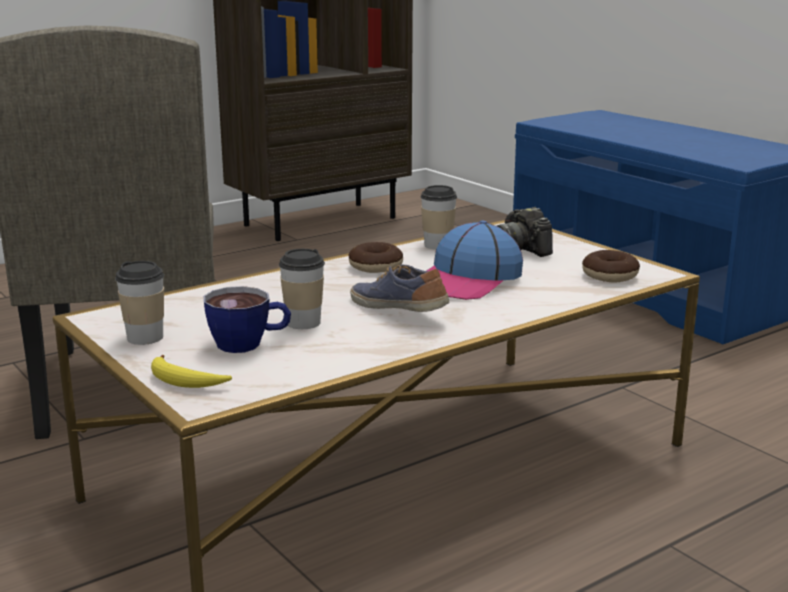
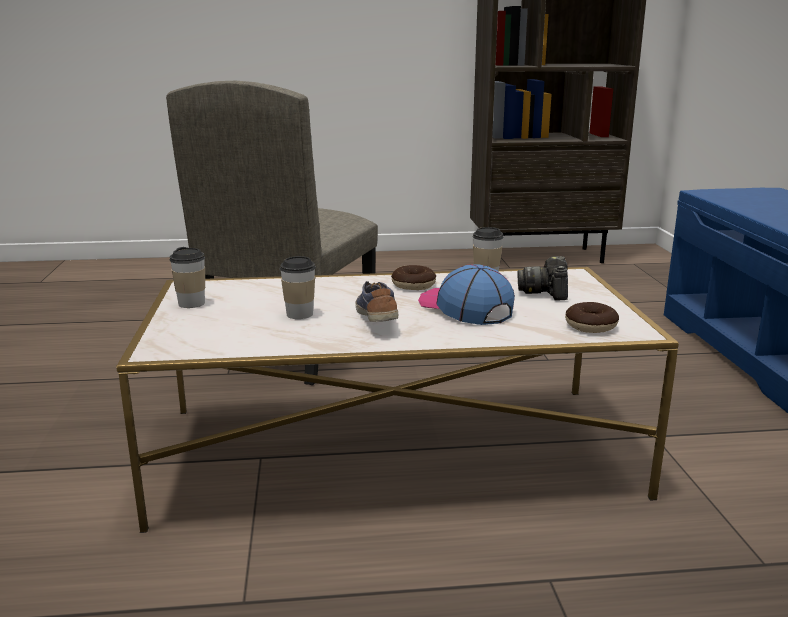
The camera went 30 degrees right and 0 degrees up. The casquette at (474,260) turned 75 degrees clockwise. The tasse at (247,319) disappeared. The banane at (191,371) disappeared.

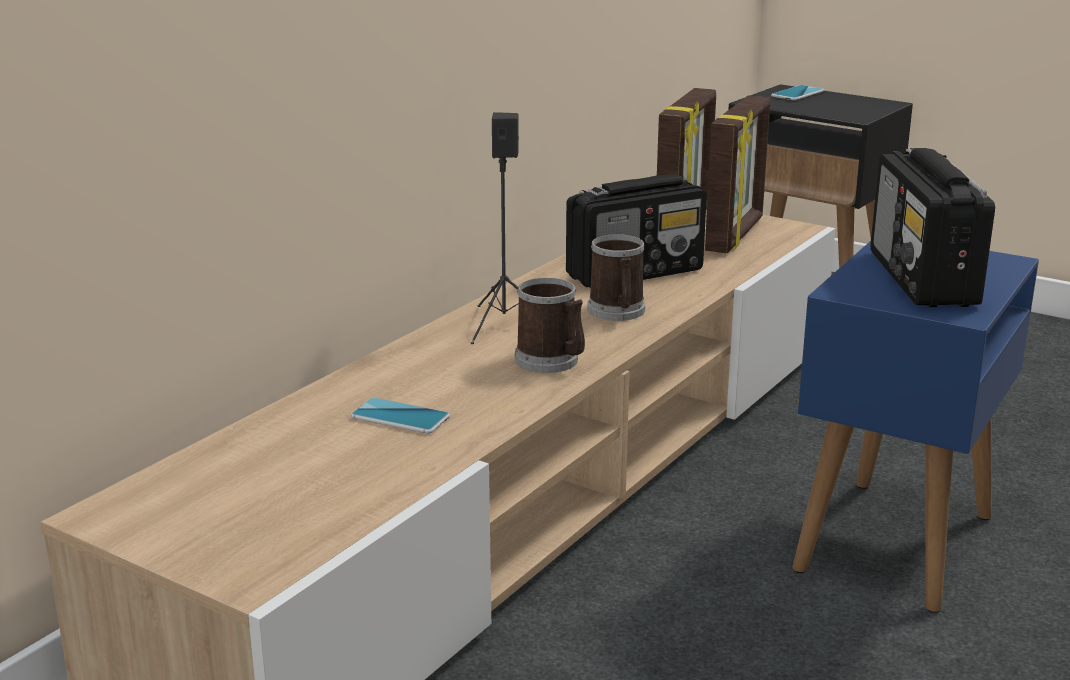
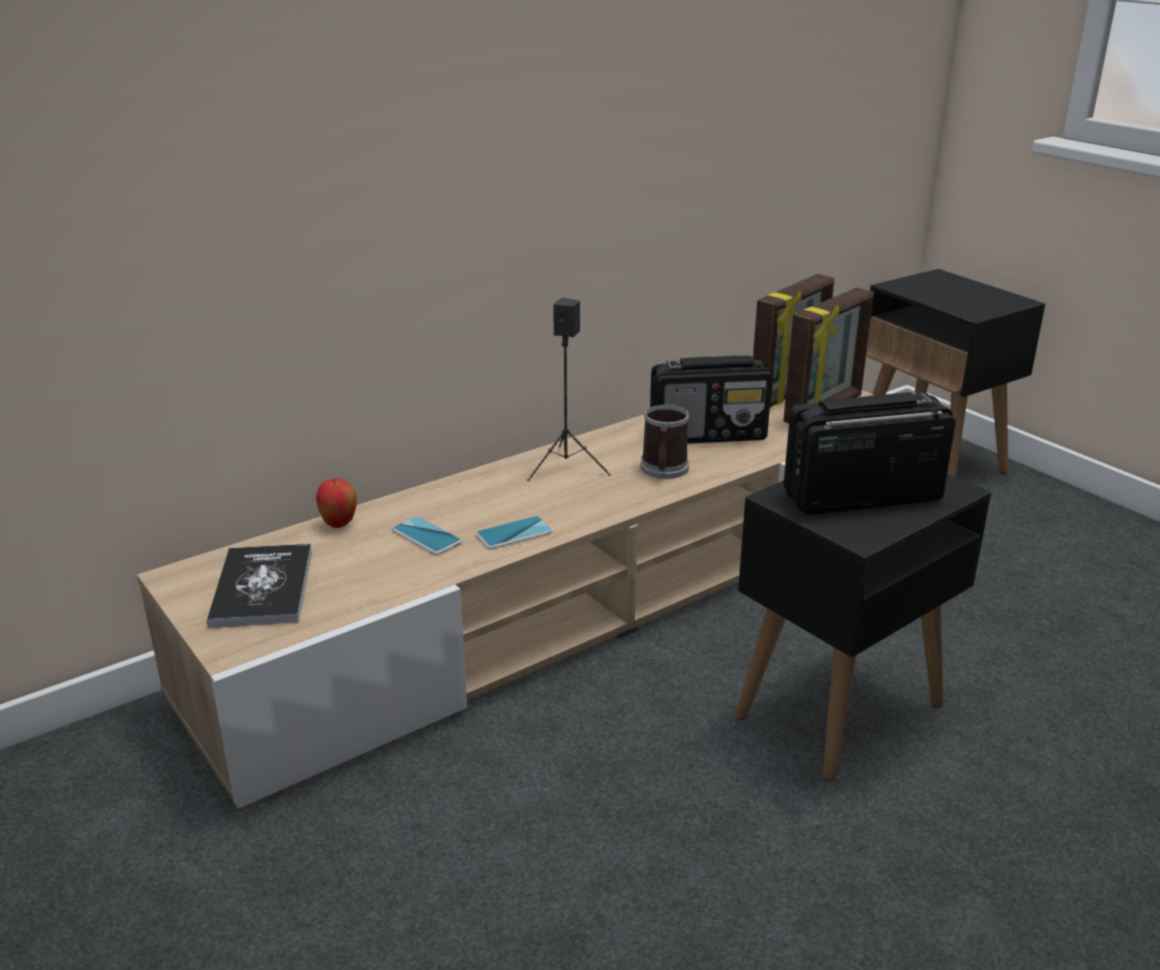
The camera went 20 degrees right and 5 degrees up. The téléphone moved from (797,92) to (514,532). The radio at (933,227) turned 60 degrees clockwise. The table d'appoint [bleu] at (915,427) became the table d'appoint [noir] at (863,627). The mug at (550,325) disappeared. The pomme at (336,503) appeared. The livre at (259,586) appeared.

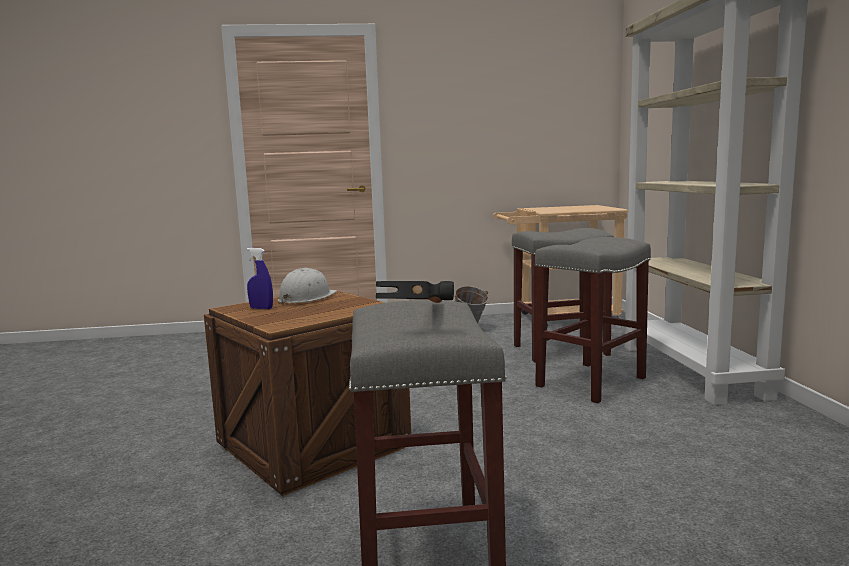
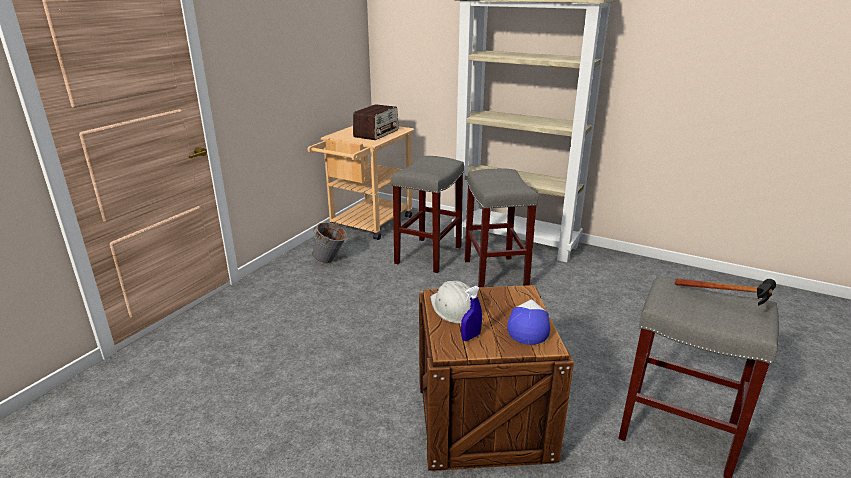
The camera went 55 degrees left and 15 degrees up. The radio at (376,122) appeared. The casquette at (528,322) appeared.

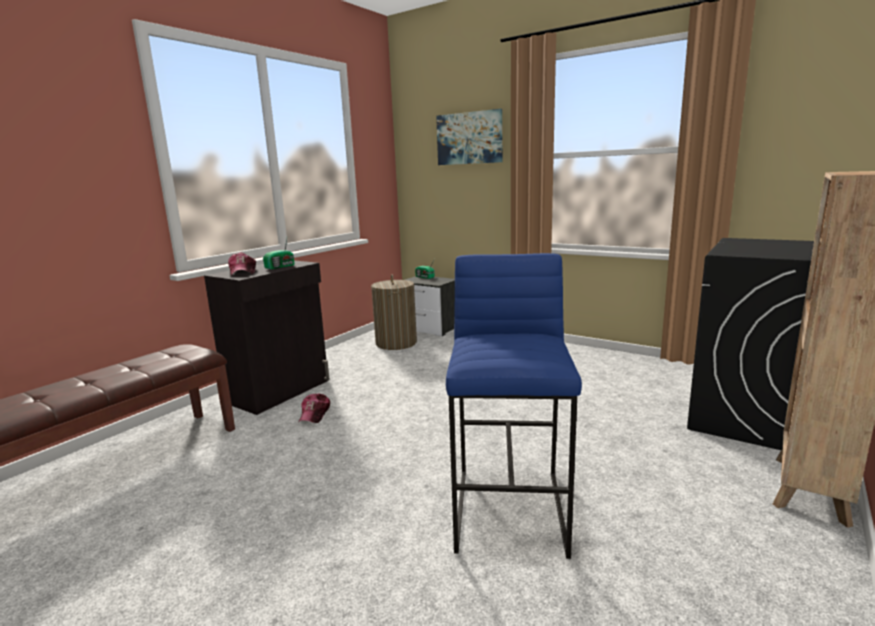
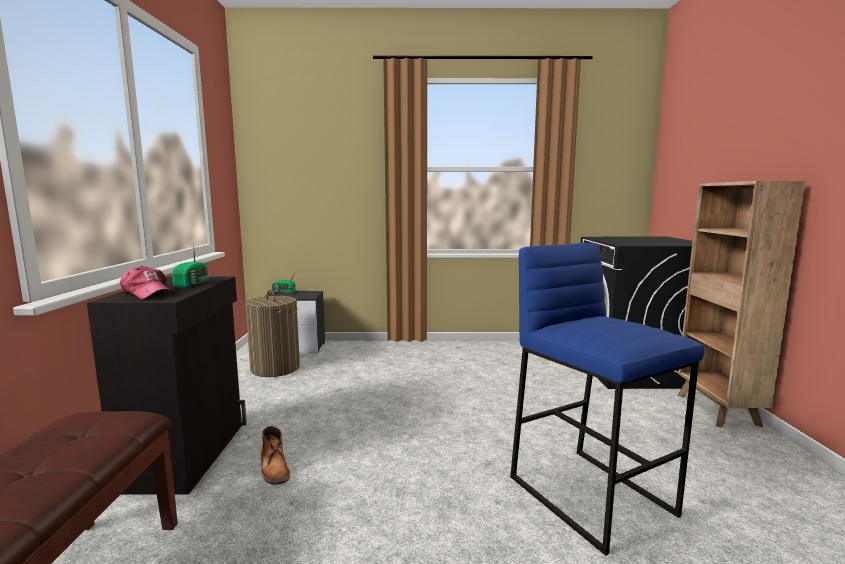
The camera went 35 degrees left and 5 degrees down. The tableau at (469,137) disappeared. The casquette at (314,408) was replaced by the botte [marron] at (275,455).

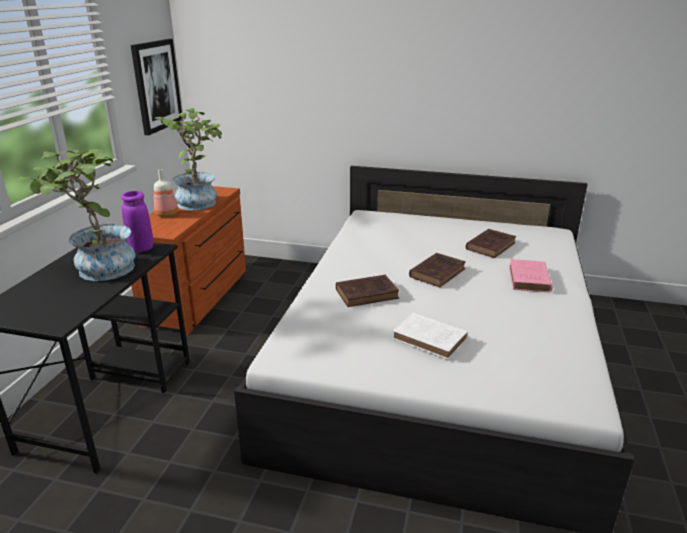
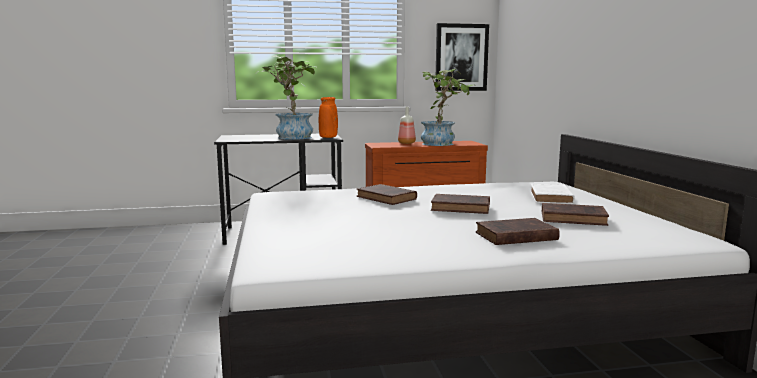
The camera went 65 degrees right and 15 degrees down. The vase [violet] at (137,221) became the vase [orange] at (328,117). The livre [rose] at (530,276) became the livre [marron] at (518,231). The livre [blanc] moved from (430,336) to (552,194).

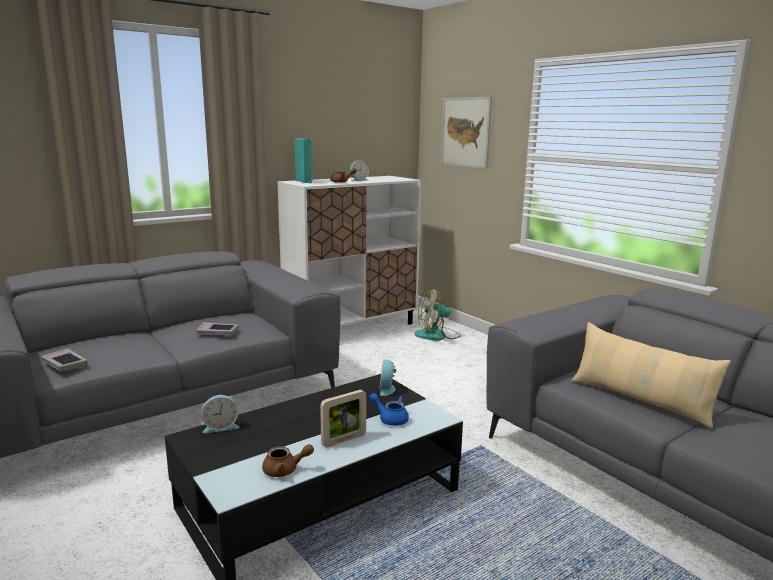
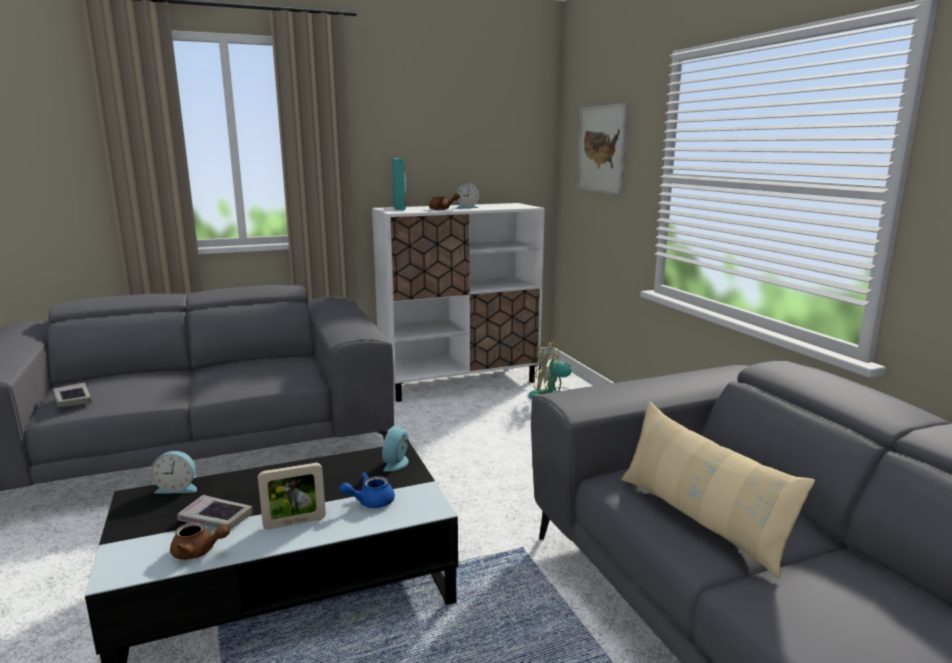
The camera went 15 degrees right and 0 degrees up. The livre moved from (217,328) to (215,512). The théière [bleu] at (389,409) turned 75 degrees counterclockwise.

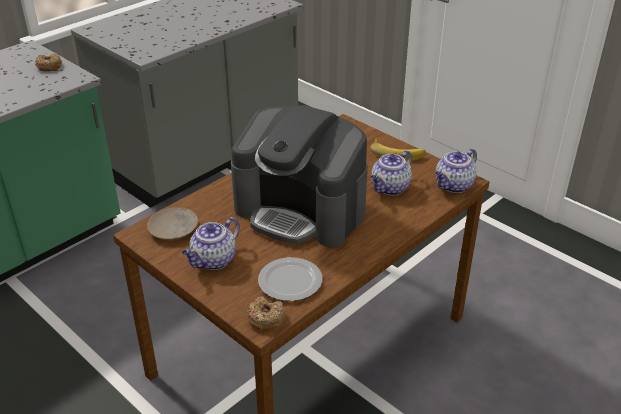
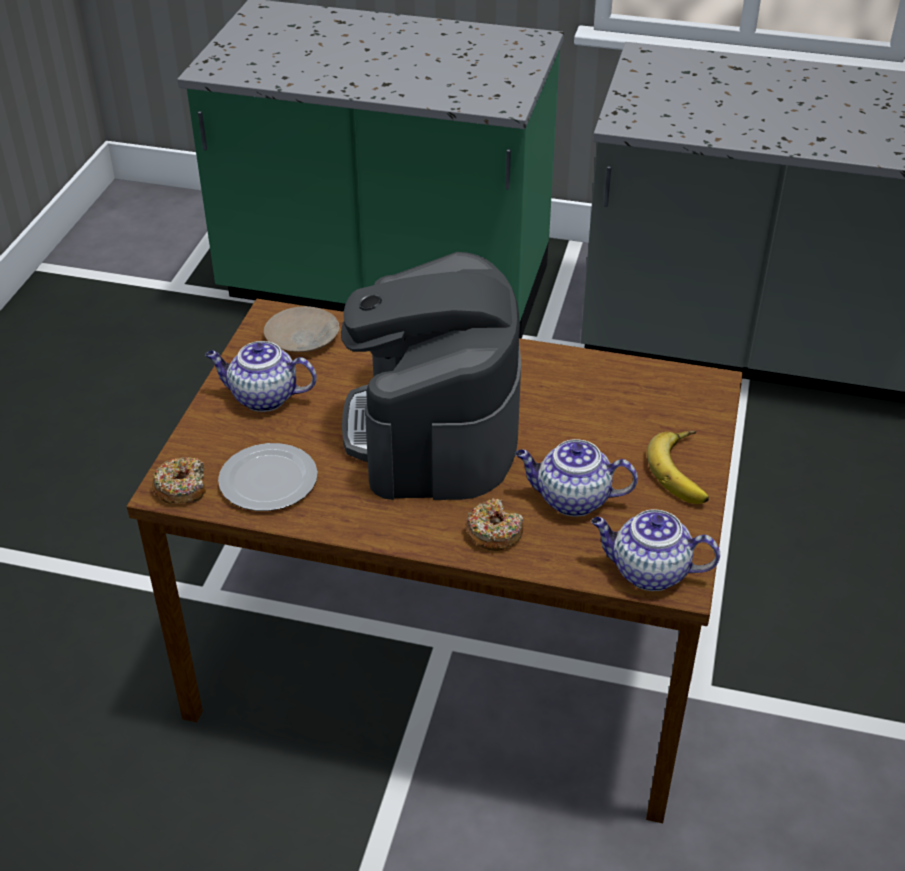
The camera went 60 degrees right and 5 degrees up. The beignet moved from (48,62) to (494,525).

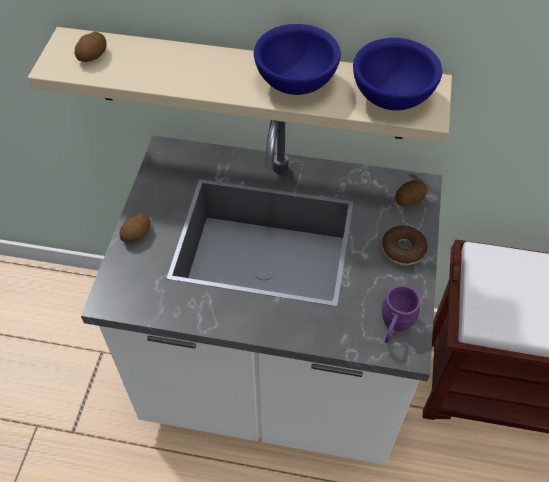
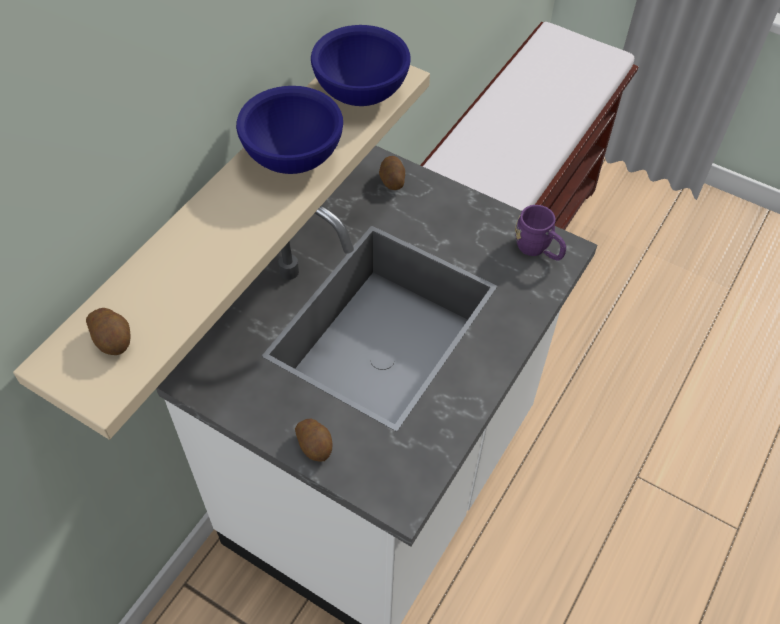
The camera went 70 degrees left and 0 degrees up. The beignet at (404,246) disappeared.

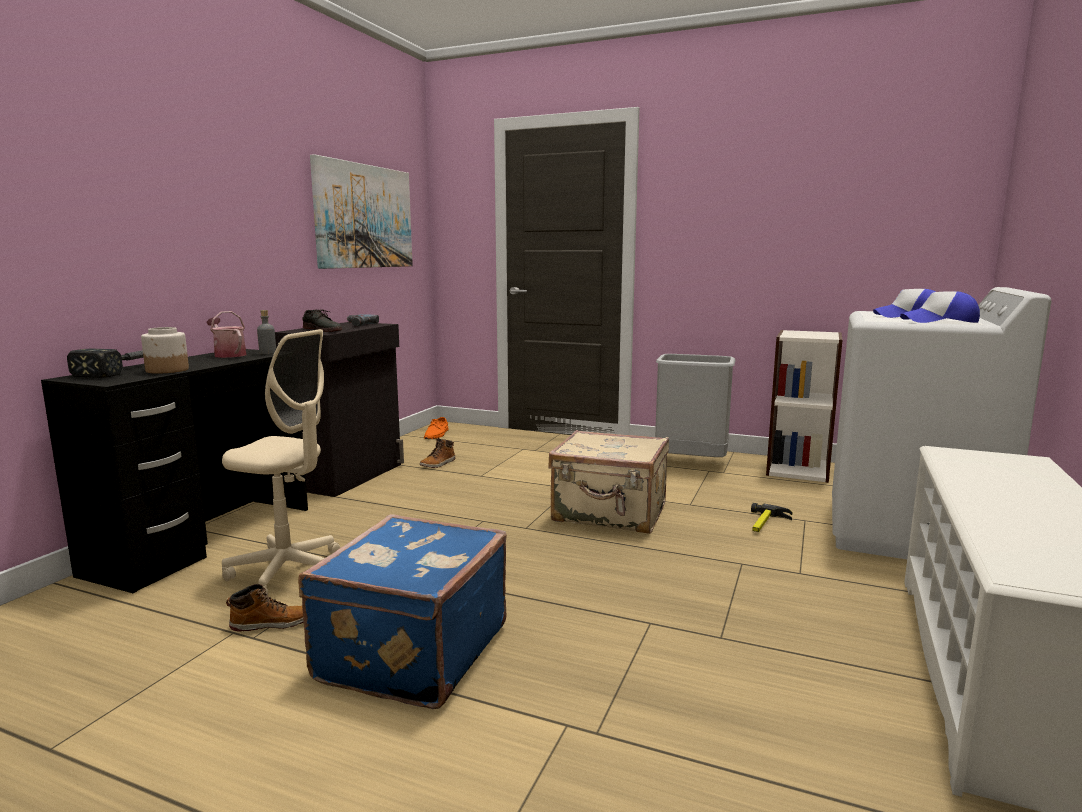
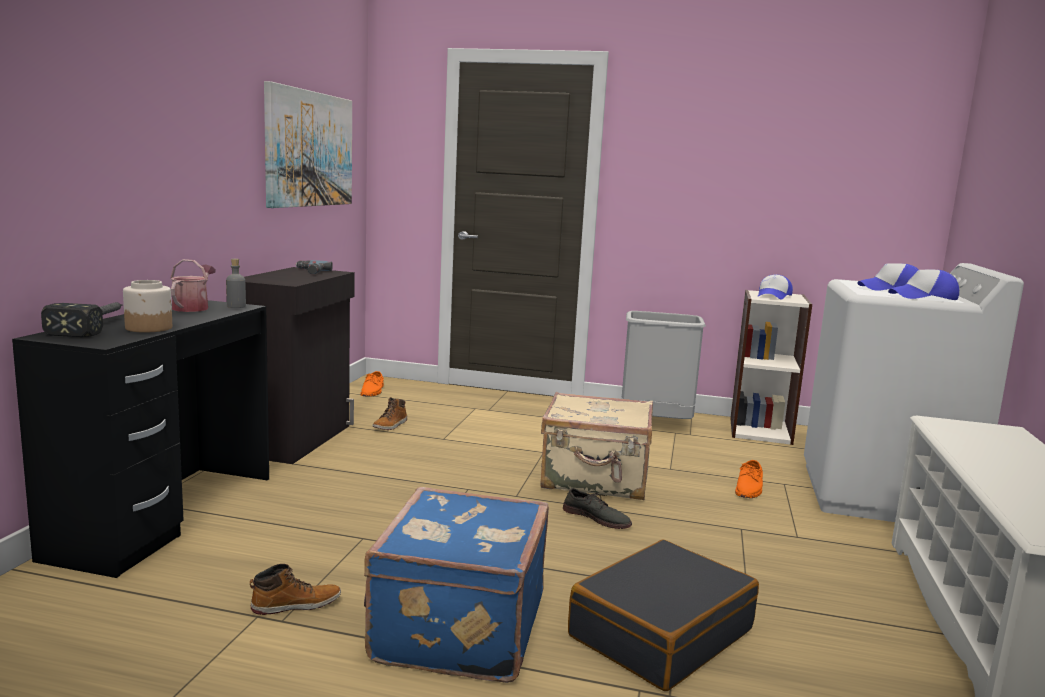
The camera went 10 degrees left and 0 degrees up. The chaussure [gris] moved from (322,321) to (597,508). The arrosoir at (226,334) turned 60 degrees clockwise. The chaise de bureau [beige] at (281,461) disappeared. The marteau at (771,517) was replaced by the chaussure [orange] at (749,479). The casquette at (775,287) appeared. The valise [noir] at (663,615) appeared.

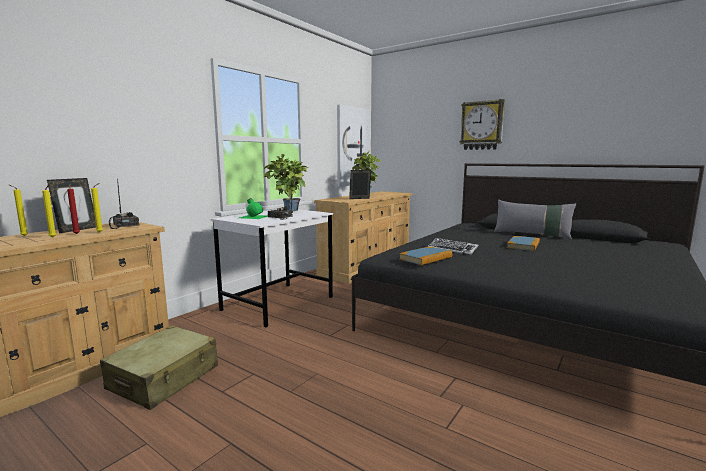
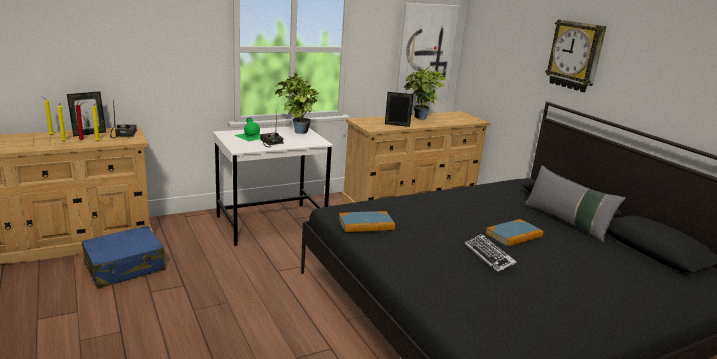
The camera went 25 degrees right and 10 degrees up. The clavier moved from (453,246) to (491,253). The valise [beige] at (159,367) became the valise [bleu] at (124,257).

